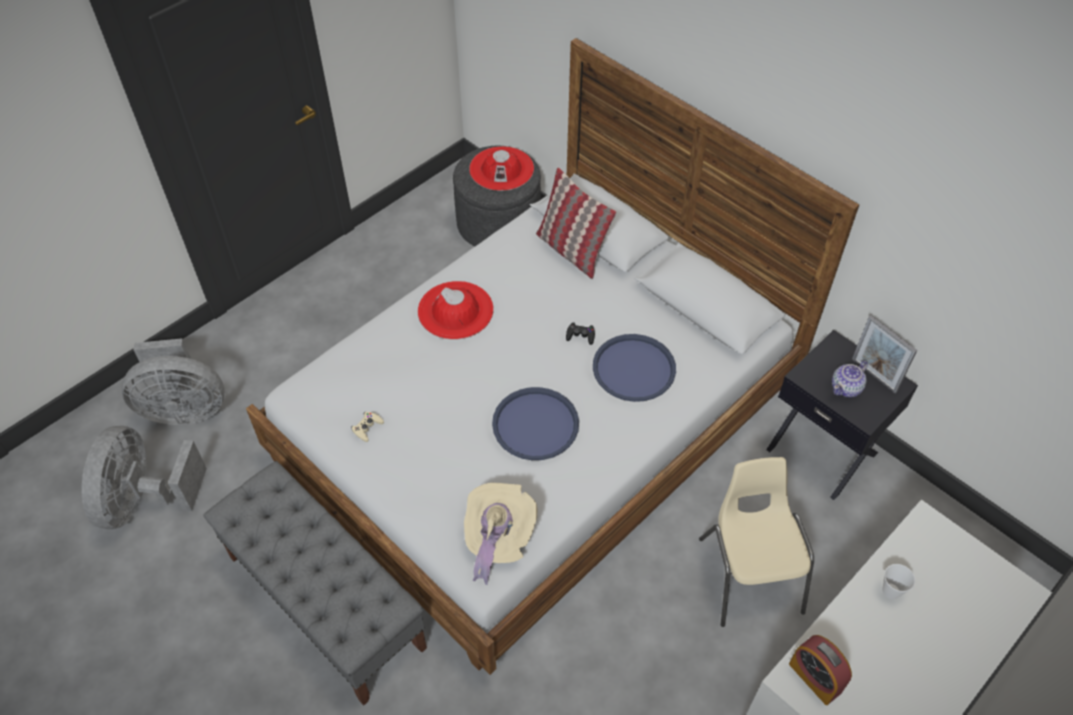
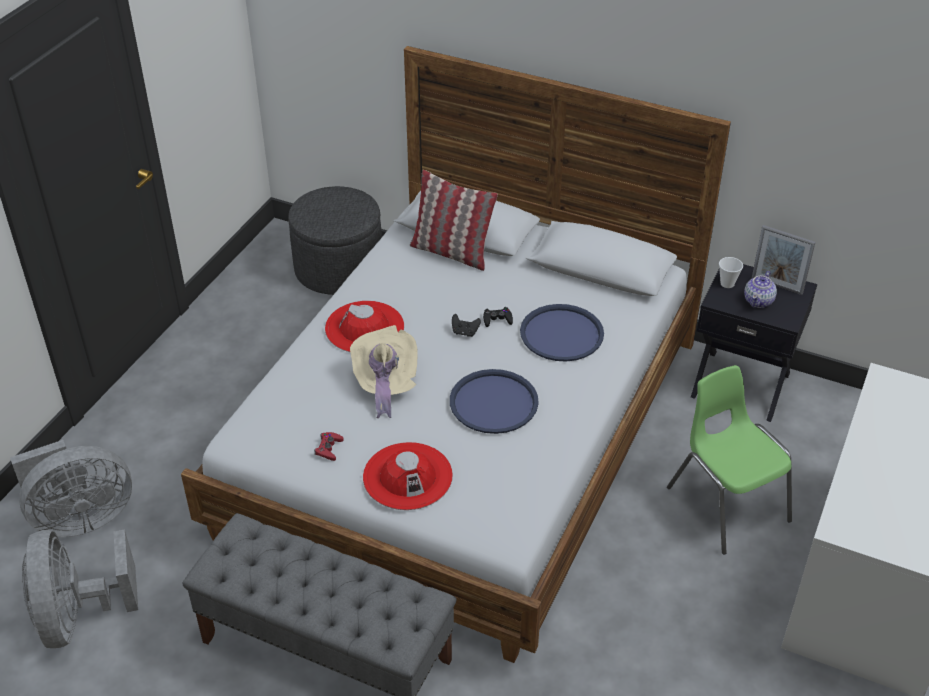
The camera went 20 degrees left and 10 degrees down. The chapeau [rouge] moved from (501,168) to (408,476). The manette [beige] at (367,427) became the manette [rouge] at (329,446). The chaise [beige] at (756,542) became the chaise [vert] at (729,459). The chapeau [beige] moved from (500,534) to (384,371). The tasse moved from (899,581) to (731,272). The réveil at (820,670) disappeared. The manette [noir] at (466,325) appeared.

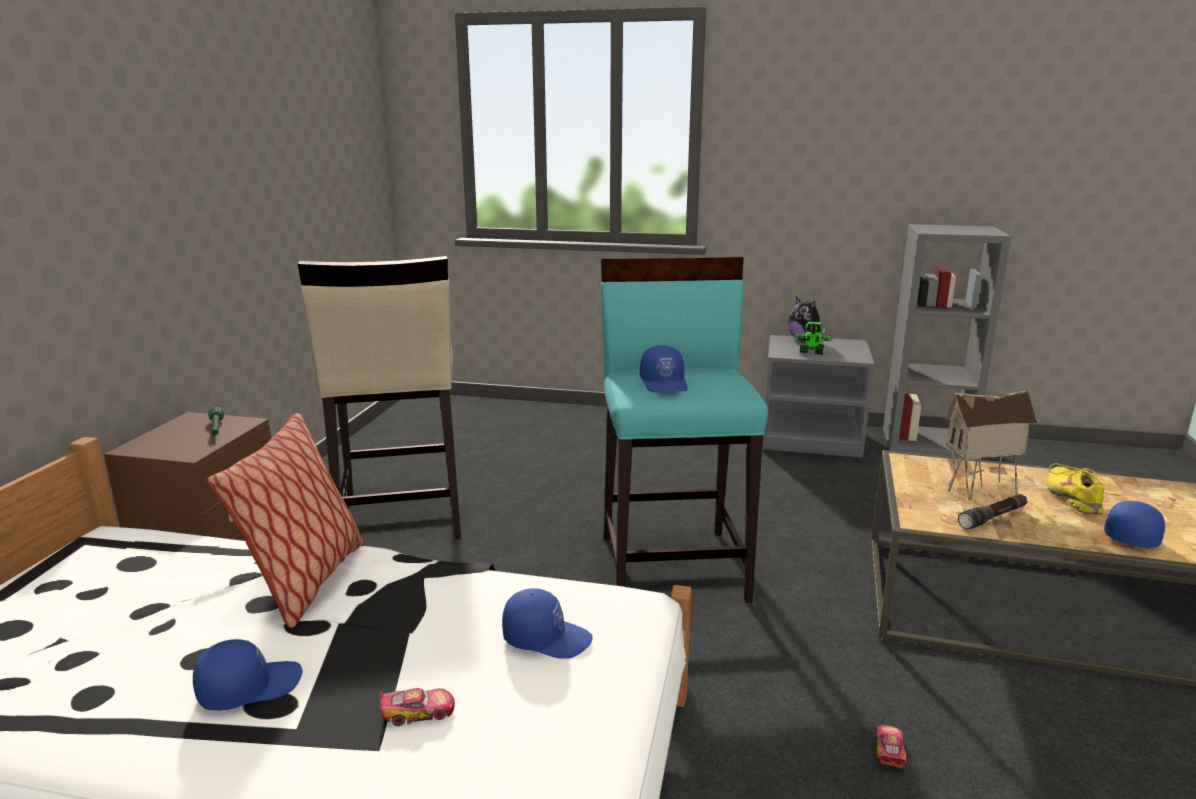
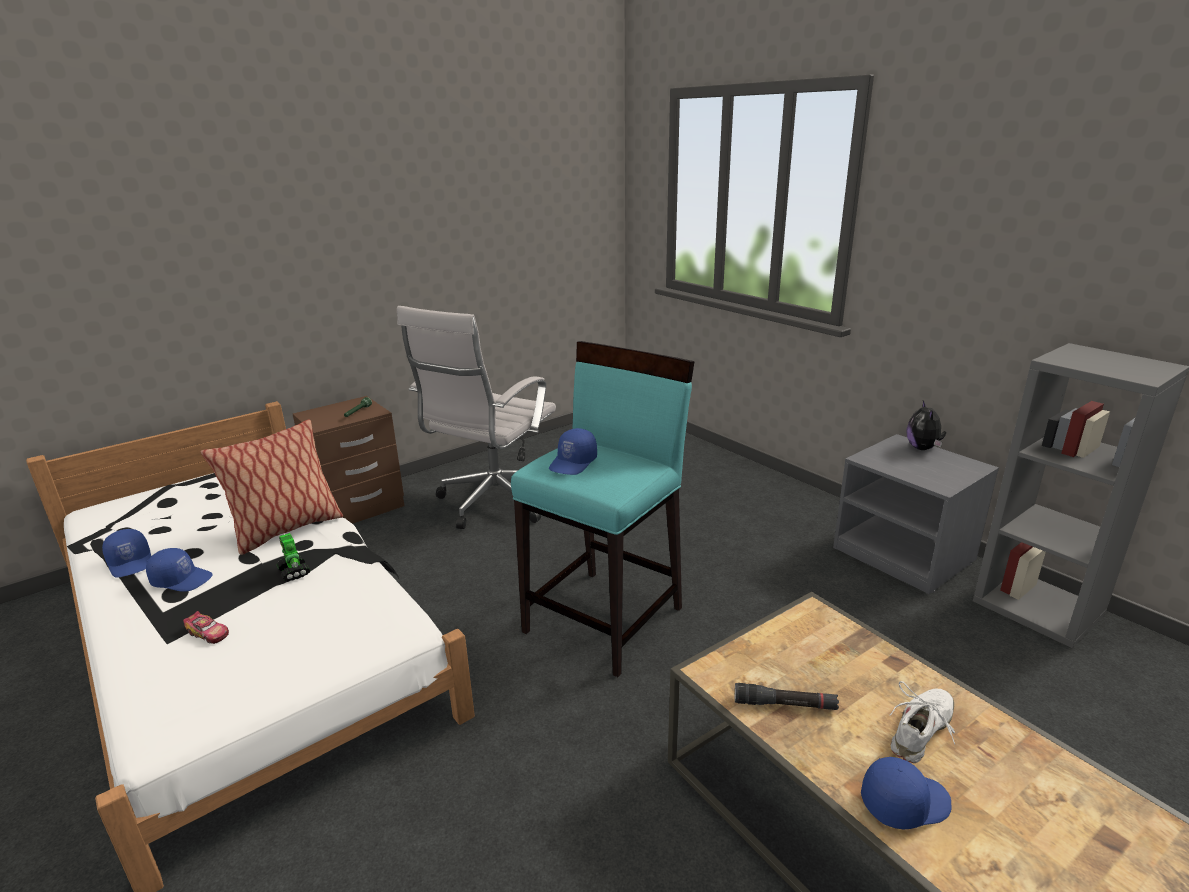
The camera went 40 degrees right and 5 degrees up. The tabouret [beige] at (379,397) was replaced by the chaise de bureau [blanc] at (476,417). The robot jouet moved from (813,338) to (293,557). The maison miniature at (991,445) disappeared. The chaussure [jaune] at (1081,489) became the chaussure [blanc] at (922,722). The casquette [bleu] moved from (547,623) to (126,553). The petite voiture at (891,746) disappeared.

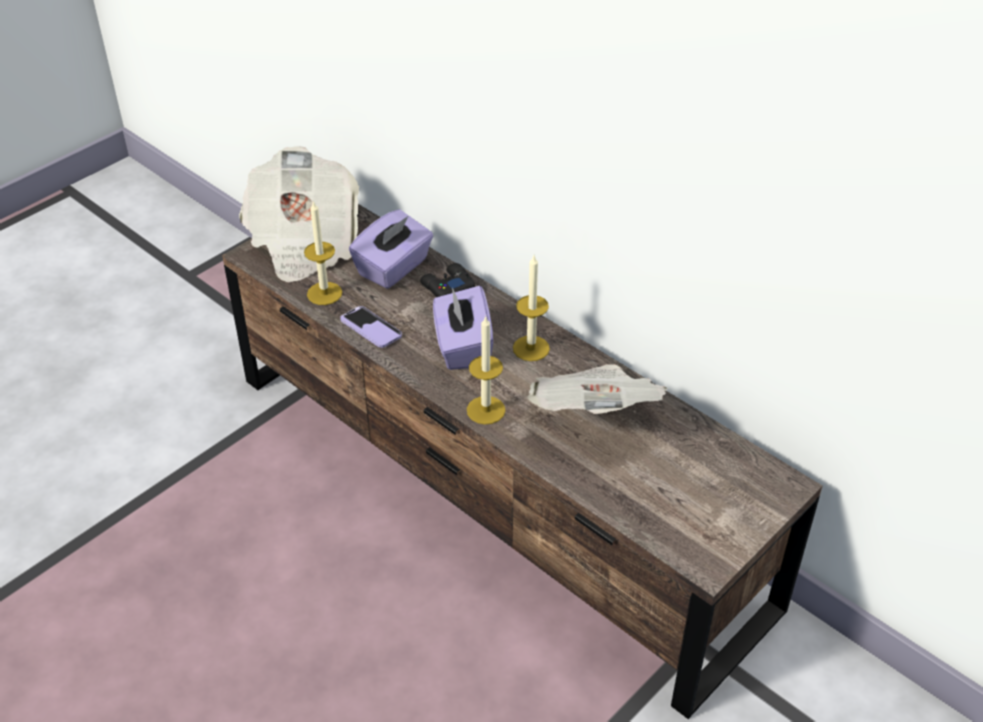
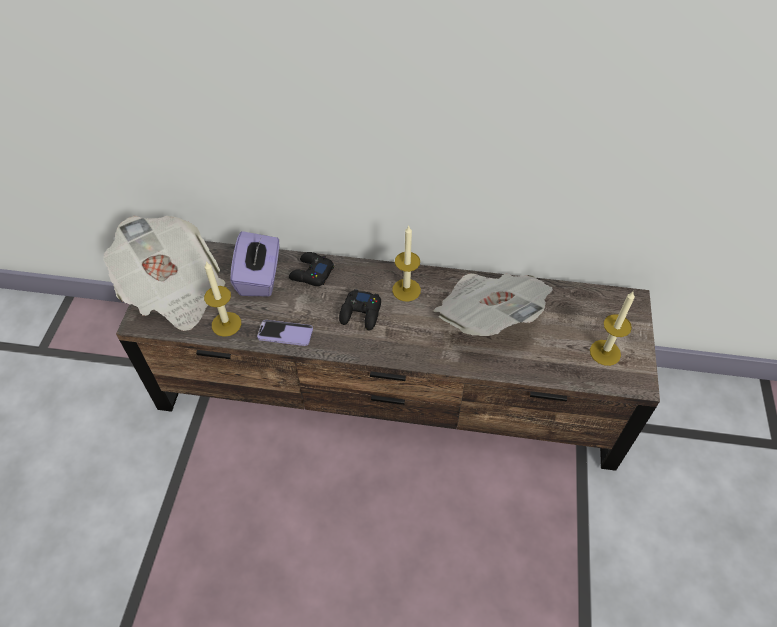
The camera went 35 degrees left and 10 degrees up. The boîte à mouchoirs [violet] at (463,328) was replaced by the manette [noir] at (360,310). The bougie moved from (486,370) to (612,329).

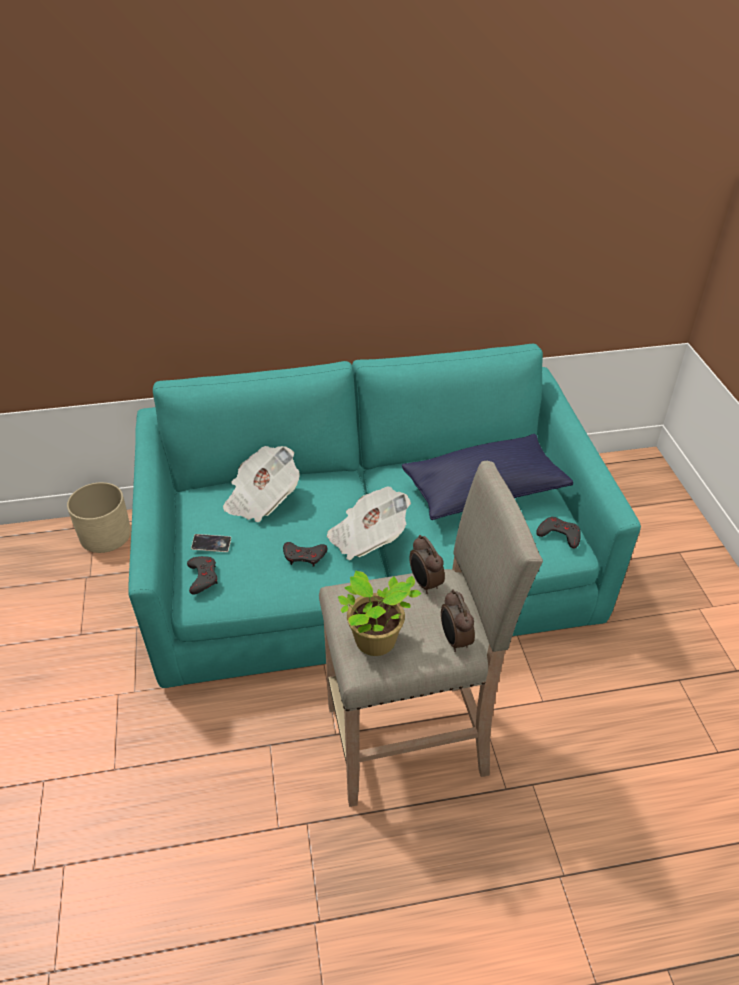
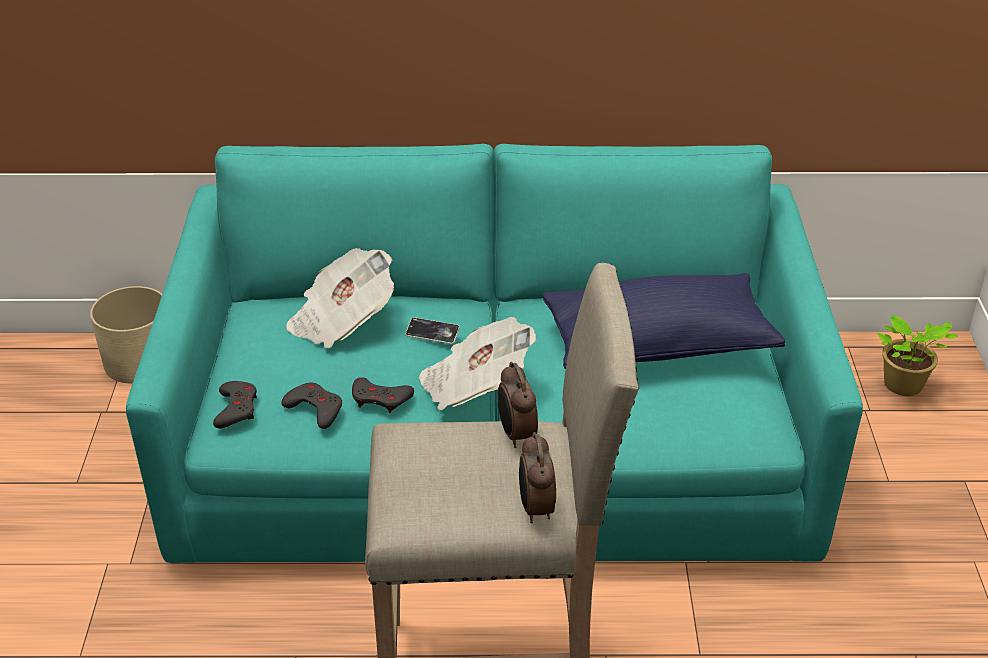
The camera went 10 degrees right and 5 degrees down. The manette [gris] moved from (558,532) to (311,405). The téléphone moved from (211,543) to (433,330). The plante en pot moved from (380,613) to (917,355).

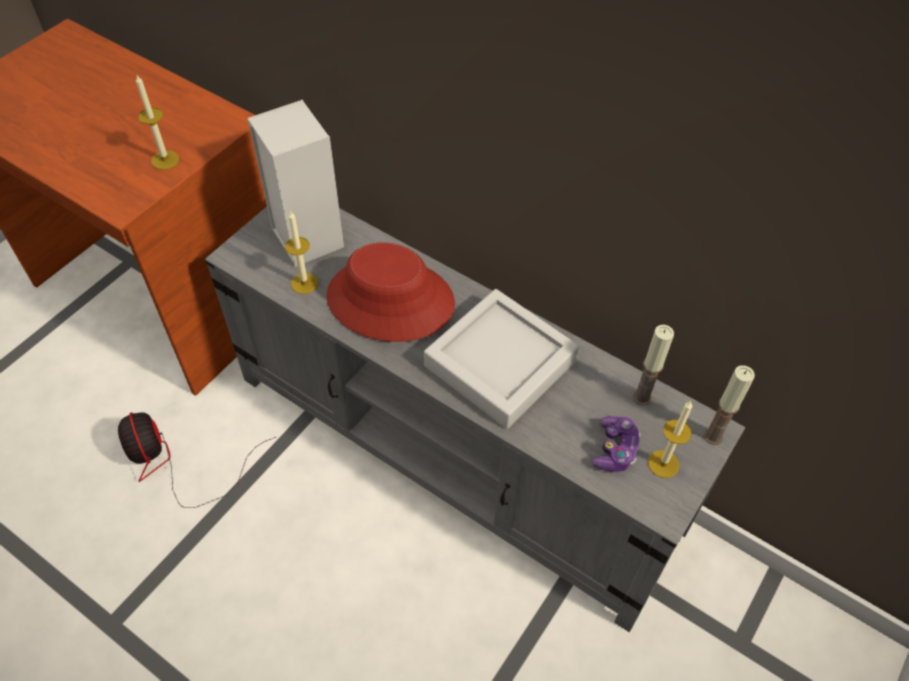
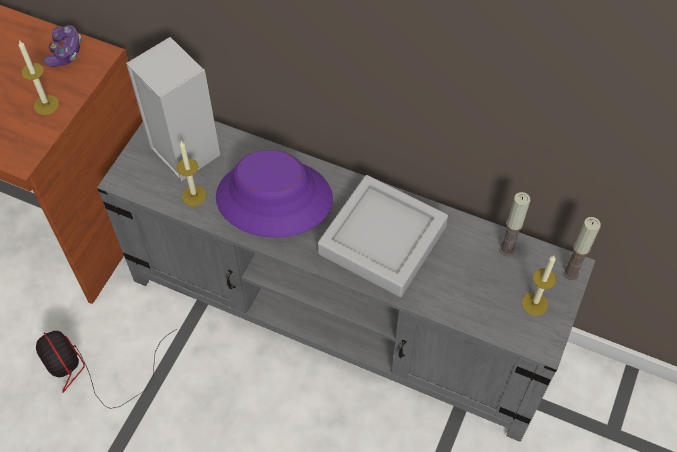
The camera went 10 degrees left and 5 degrees up. The chapeau [rouge] at (390,292) became the chapeau [violet] at (274,194). The manette moved from (616,444) to (62,46).

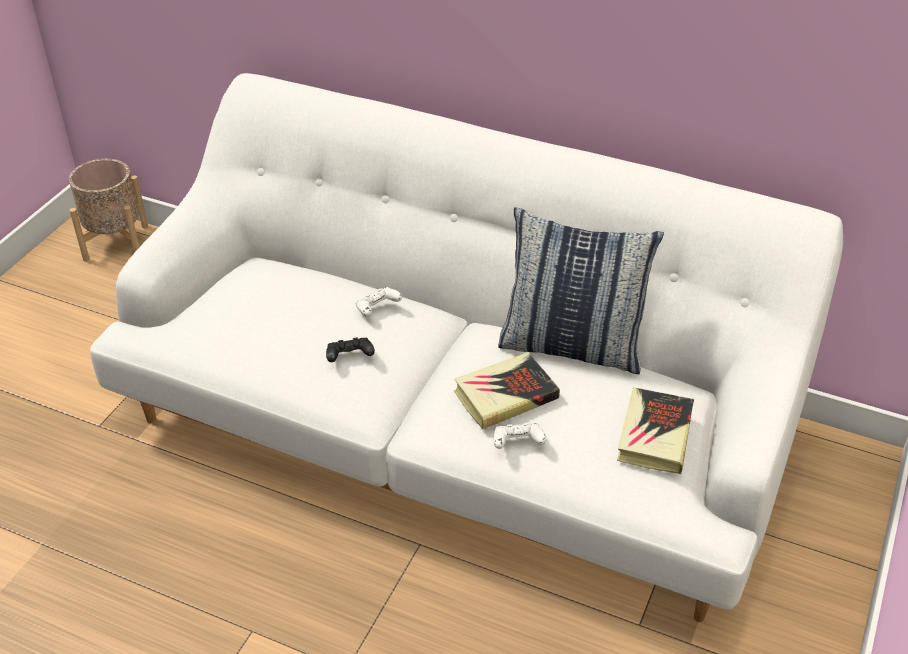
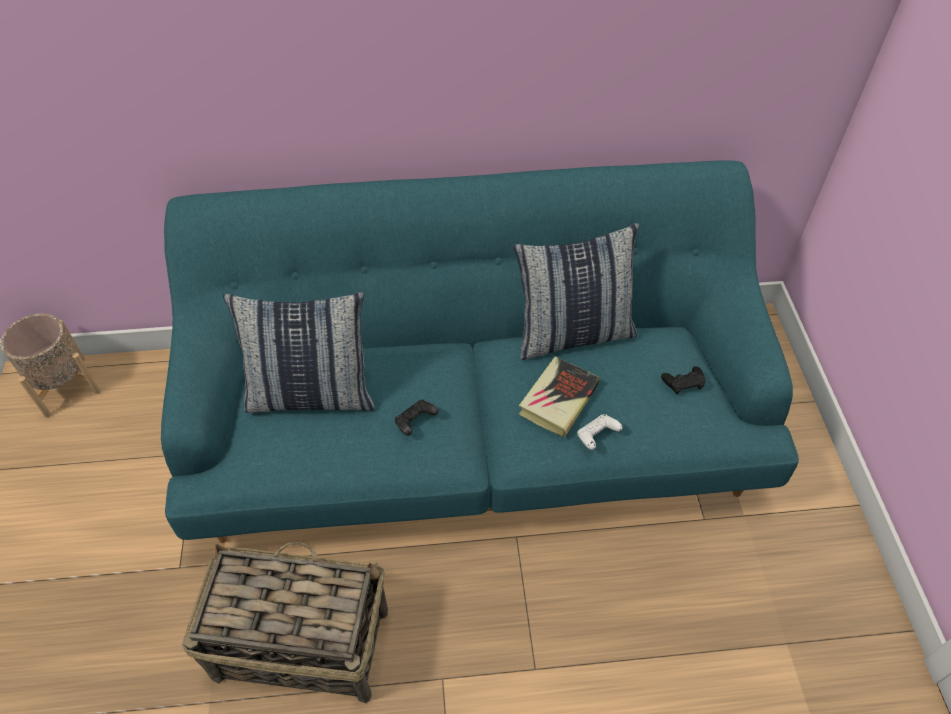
The camera went 30 degrees left and 10 degrees up. The canapé [blanc] at (466,347) became the canapé [turquoise] at (480,351). The manette [blanc] at (378,302) disappeared. The livre at (655,430) was replaced by the manette [noir] at (683,380). The coussin at (298,352) appeared. The panier at (285,622) appeared.

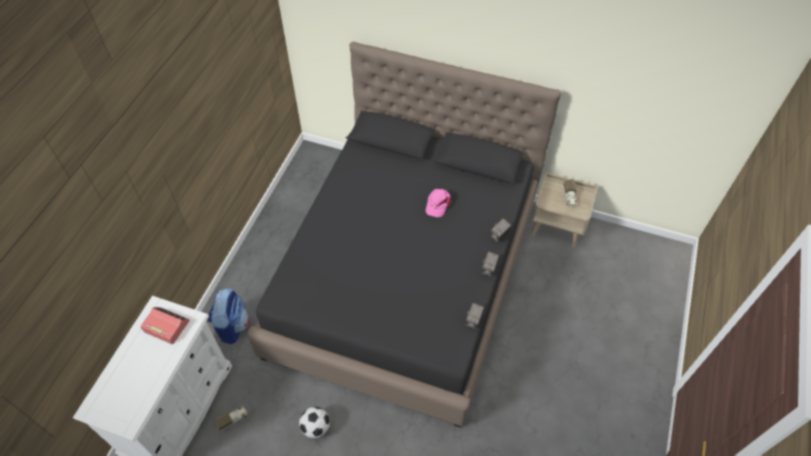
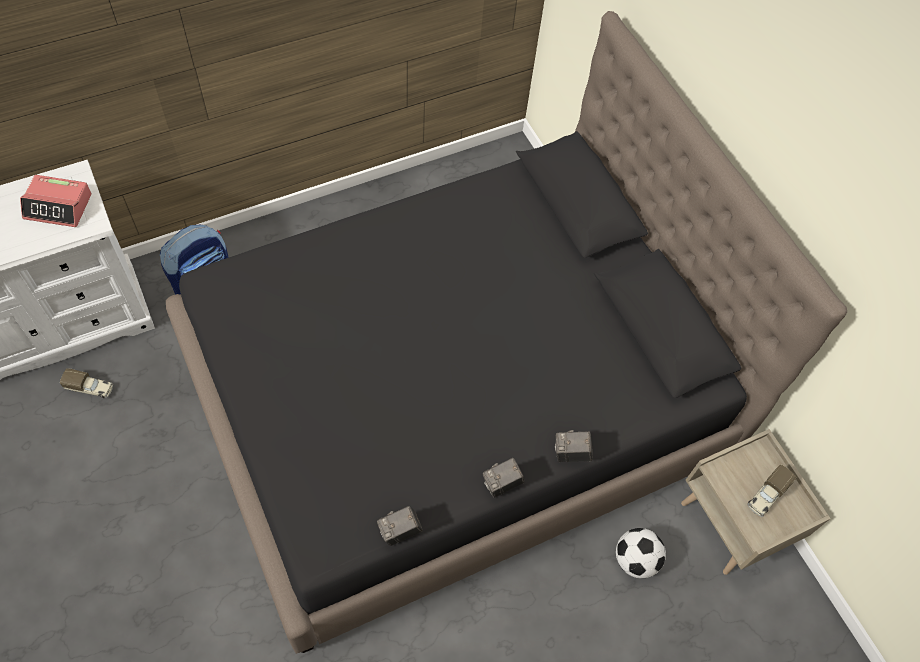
The camera went 40 degrees right and 5 degrees up. The casquette [rose] at (438,203) disappeared. The réveil at (164,325) turned 120 degrees clockwise. The ballon de foot moved from (314,422) to (641,553).

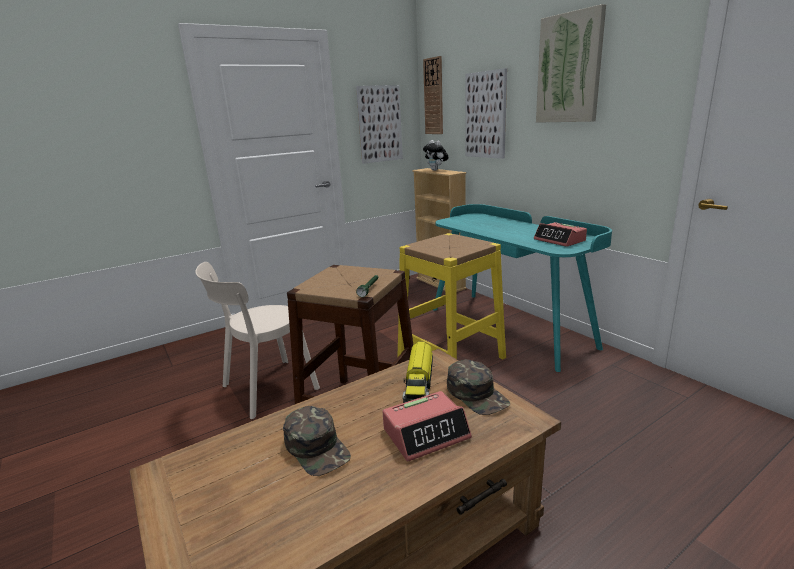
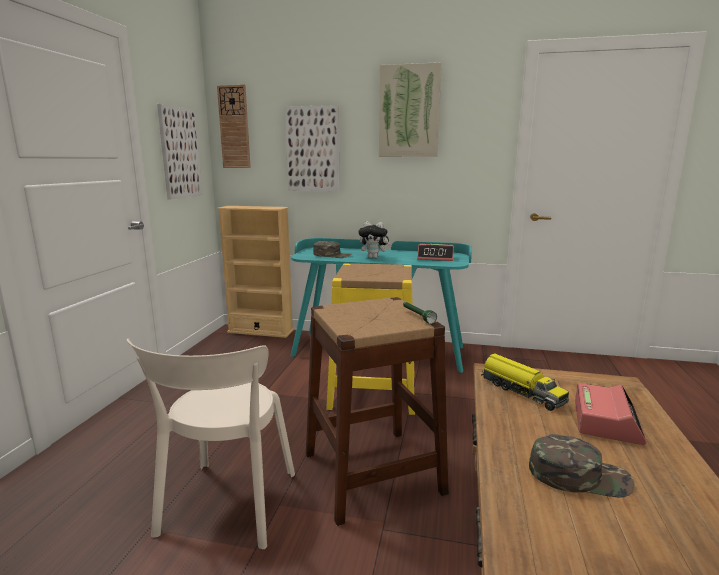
The camera went 45 degrees left and 5 degrees down. The peluche moved from (435,155) to (375,239). The casquette [vert] moved from (478,387) to (332,249).

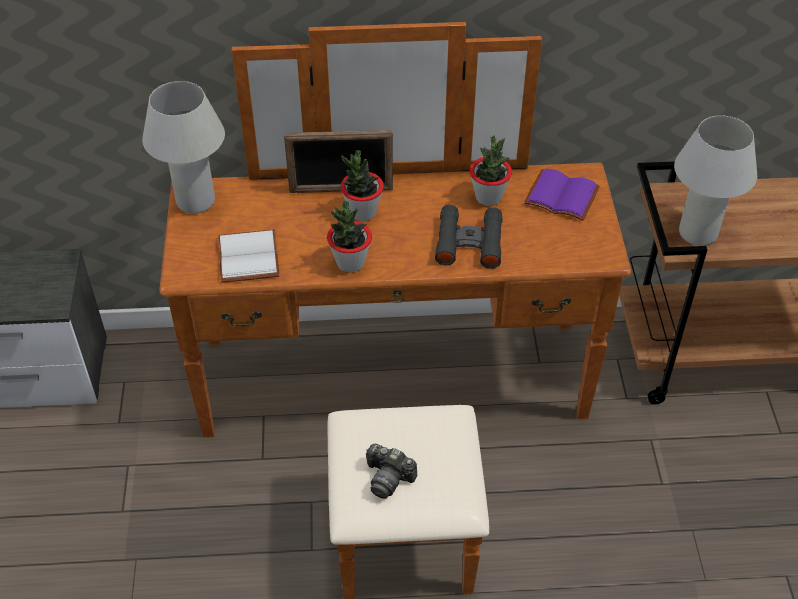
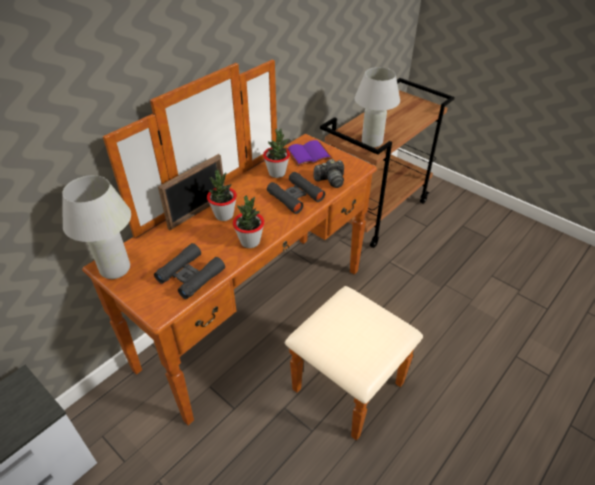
The camera went 45 degrees left and 5 degrees down. The livre [blanc] at (249,256) was replaced by the jumelles [noir] at (189,271). The appareil photo moved from (391,471) to (329,173).

